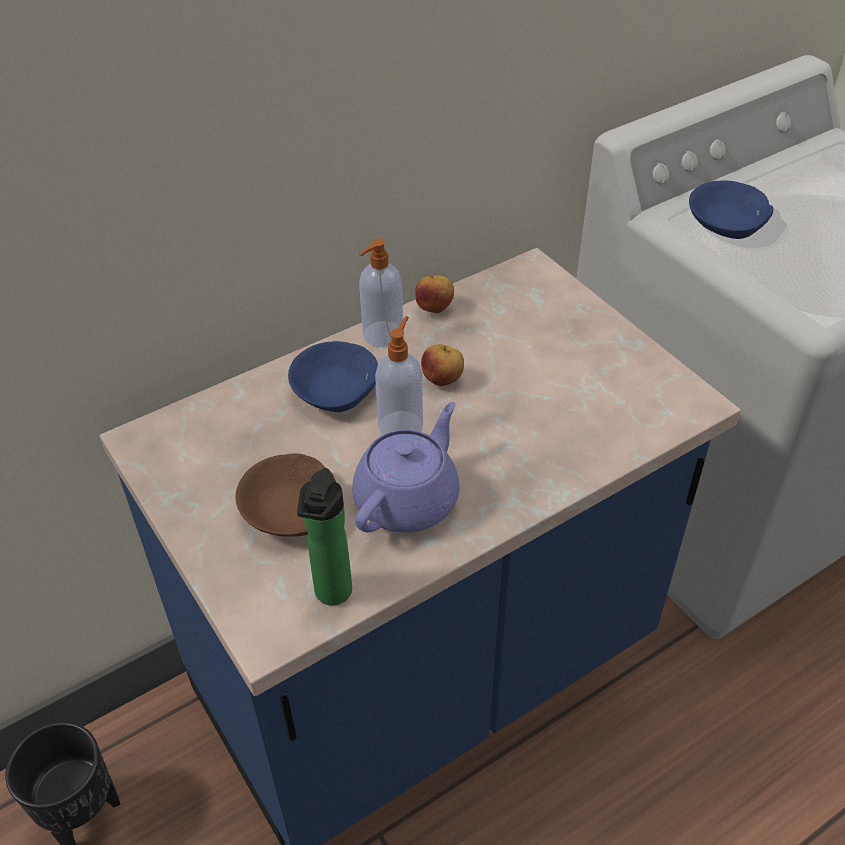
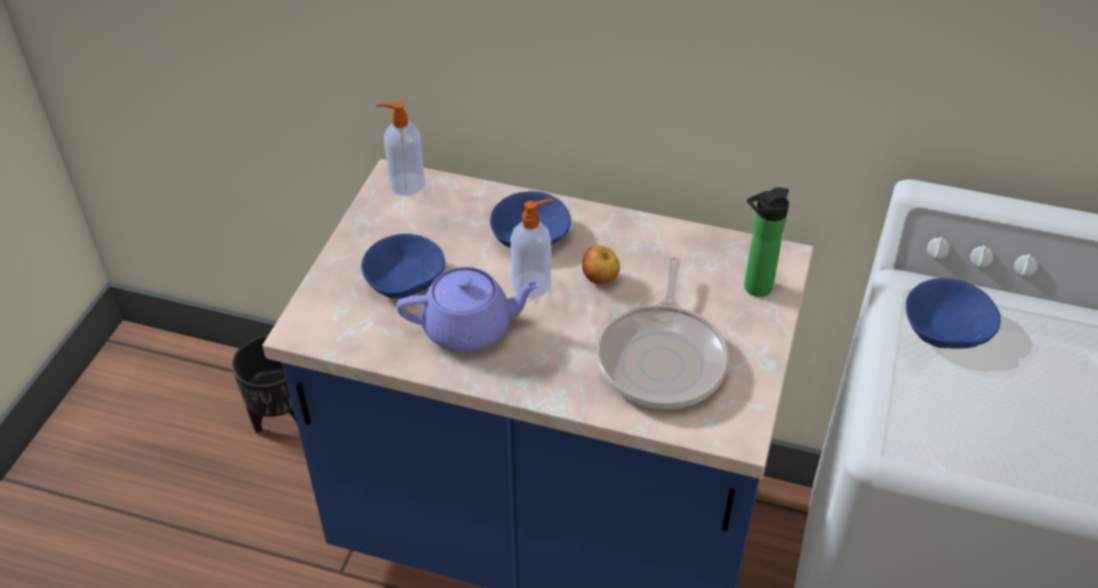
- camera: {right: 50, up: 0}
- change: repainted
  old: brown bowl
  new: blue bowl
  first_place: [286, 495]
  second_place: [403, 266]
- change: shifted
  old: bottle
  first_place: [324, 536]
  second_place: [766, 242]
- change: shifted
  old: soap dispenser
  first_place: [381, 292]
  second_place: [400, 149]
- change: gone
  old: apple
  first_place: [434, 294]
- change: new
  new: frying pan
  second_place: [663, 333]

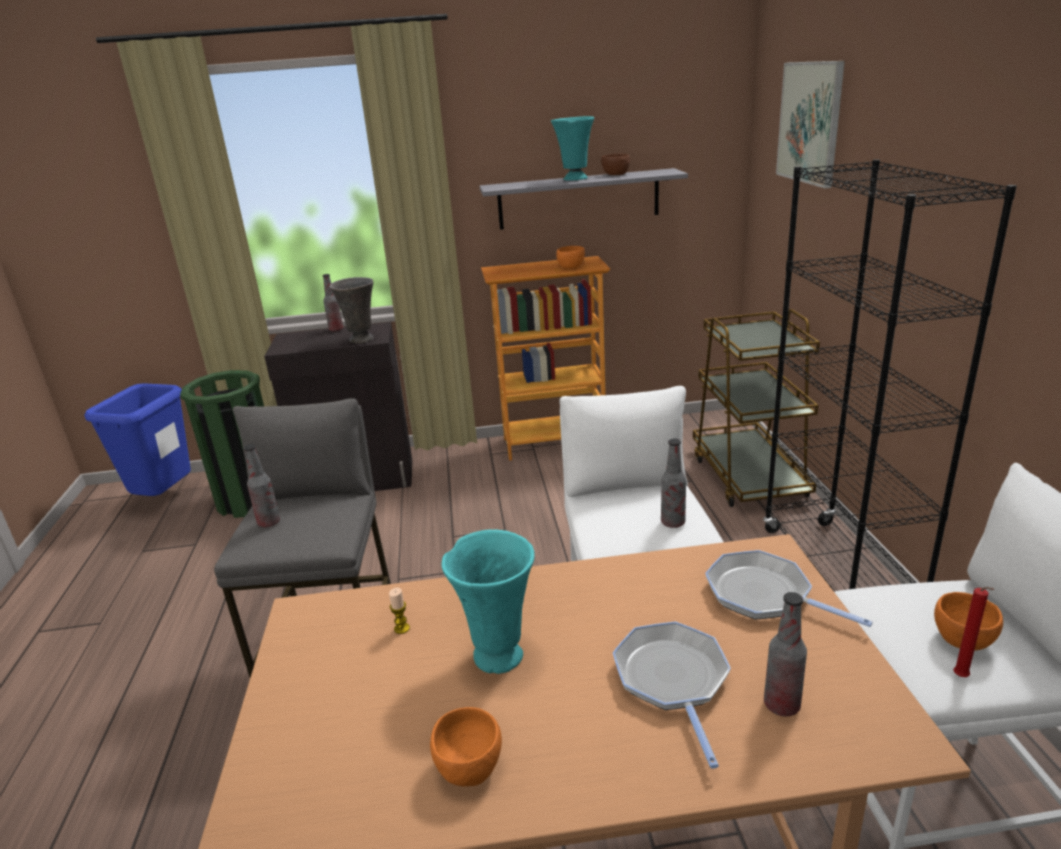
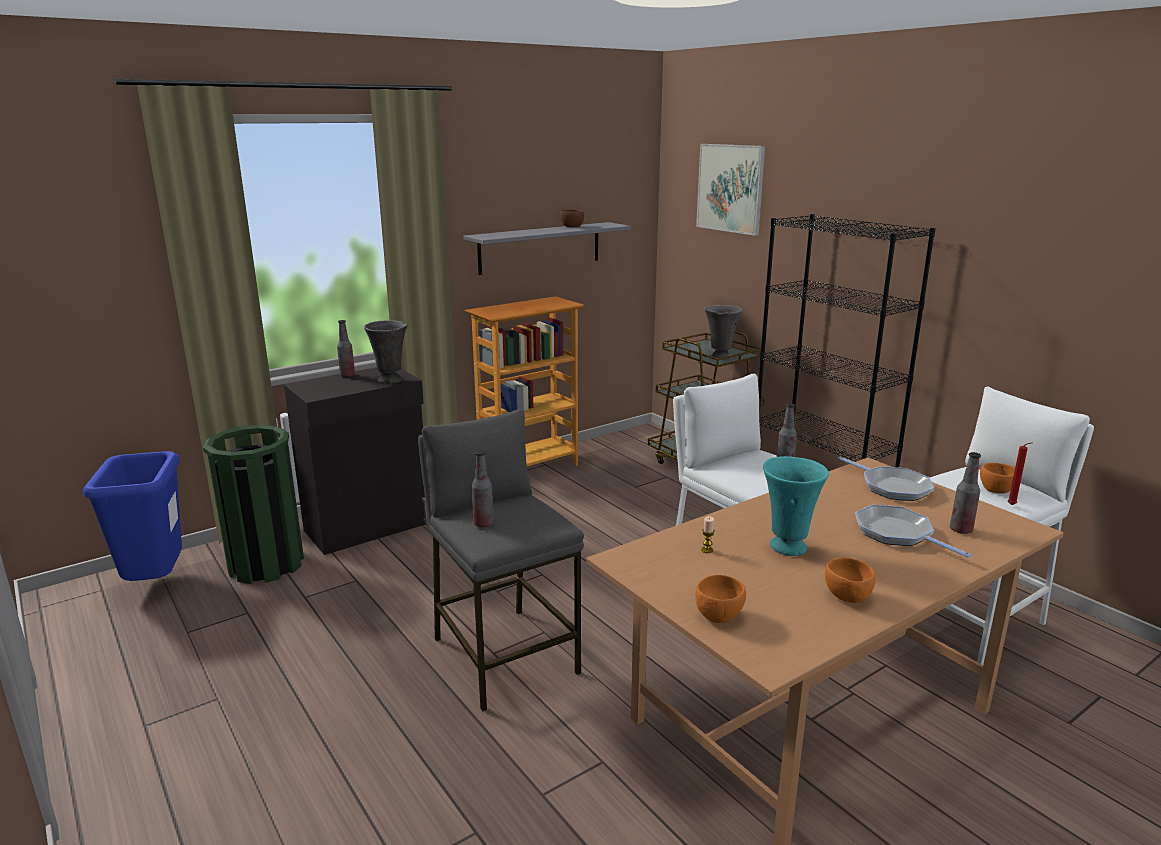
- camera: {right: -30, up: -5}
- change: gone
  old: turquoise vase
  first_place: [572, 148]
- change: shifted
  old: orange bowl
  first_place: [570, 257]
  second_place: [720, 599]
- change: rotated
  old: frying pan
  first_place: [789, 588]
  second_place: [886, 479]
  degrees: -135
- change: new
  new: grey vase
  second_place: [723, 332]

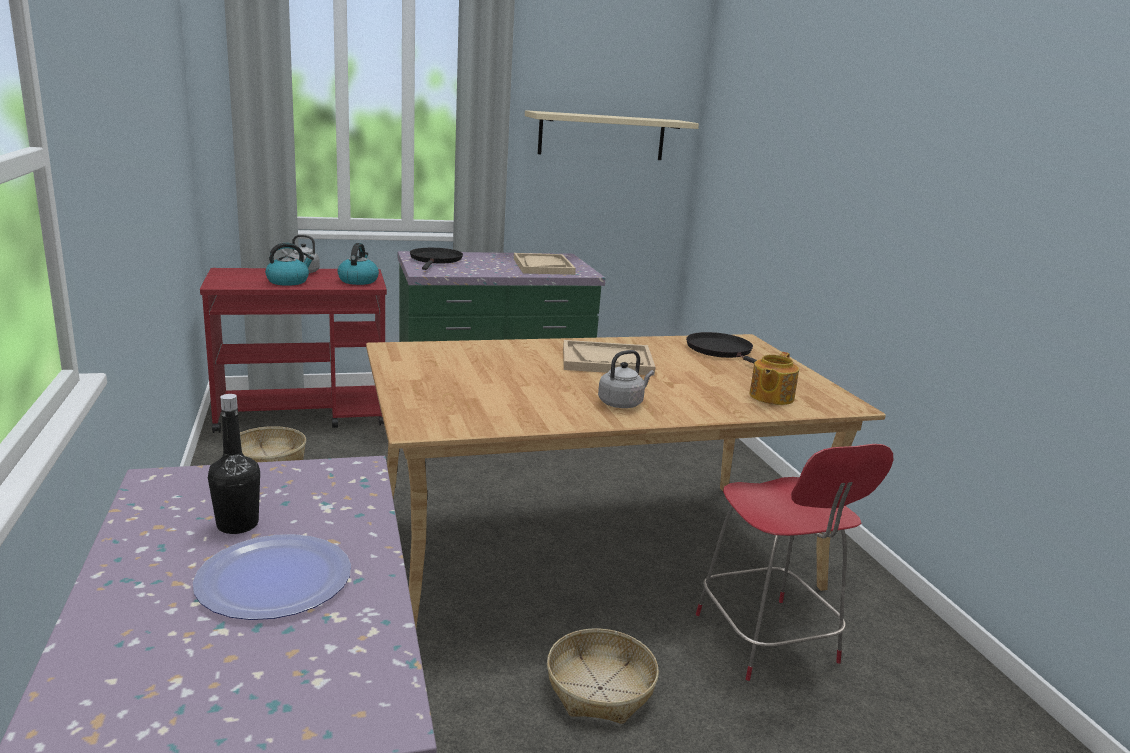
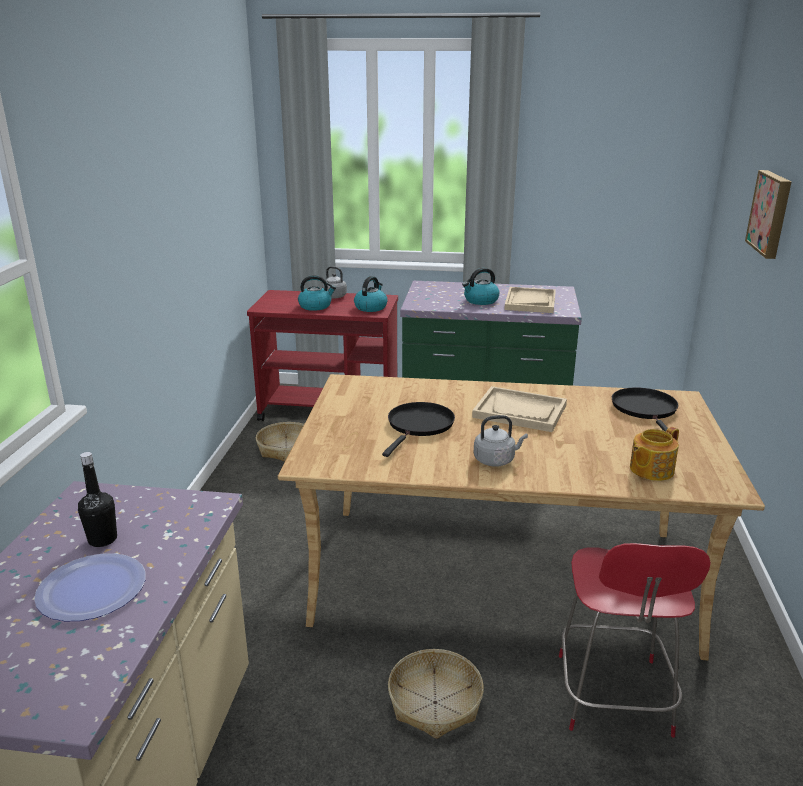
- camera: {right: 25, up: 5}
- change: shifted
  old: black frying pan
  first_place: [436, 259]
  second_place: [418, 429]
- change: gone
  old: beige shelf
  first_place: [612, 135]
- change: new
  new: kettle
  second_place: [481, 286]
- change: new
  new: picture
  second_place: [768, 214]

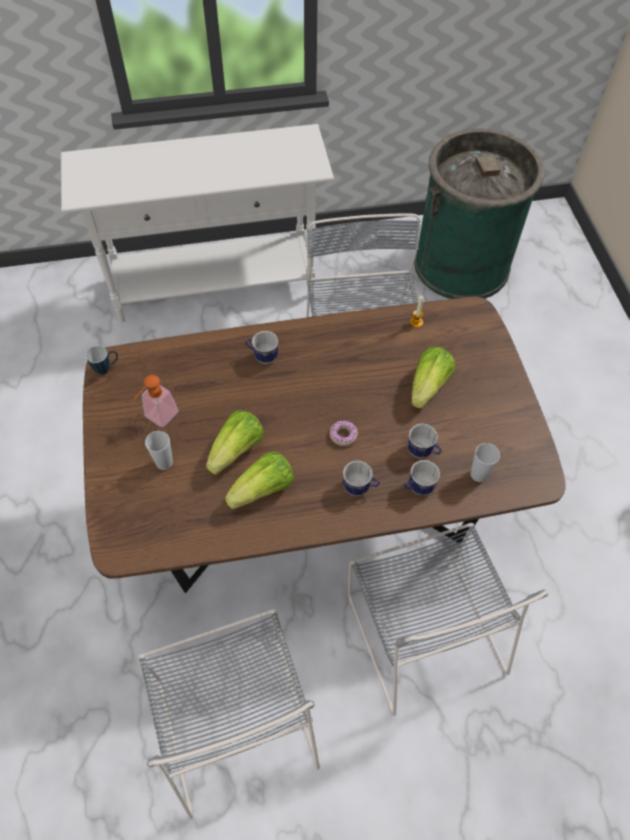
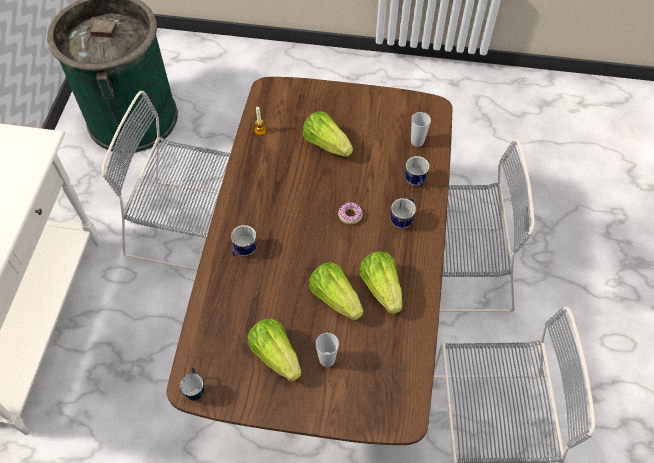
- camera: {right: -70, up: 0}
- change: swapped
  old: soap dispenser
  new: lettuce
  first_place: [156, 401]
  second_place: [274, 350]
- change: gone
  old: mug
  first_place: [425, 441]

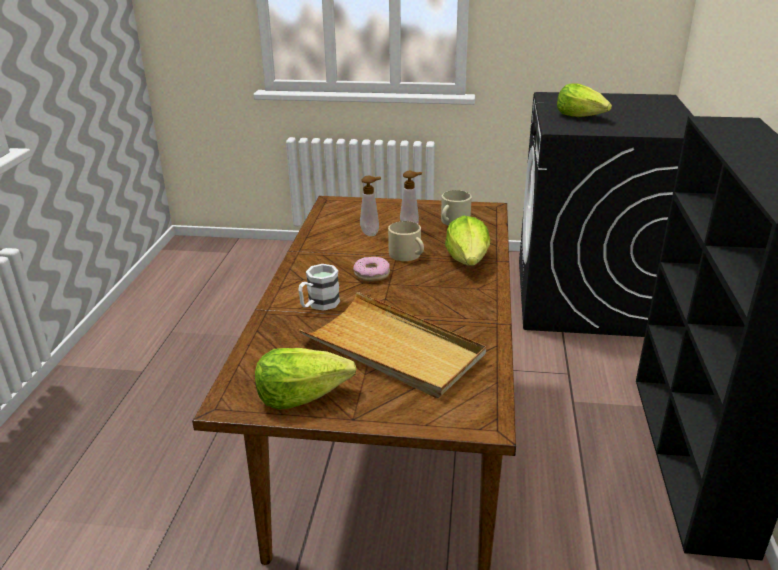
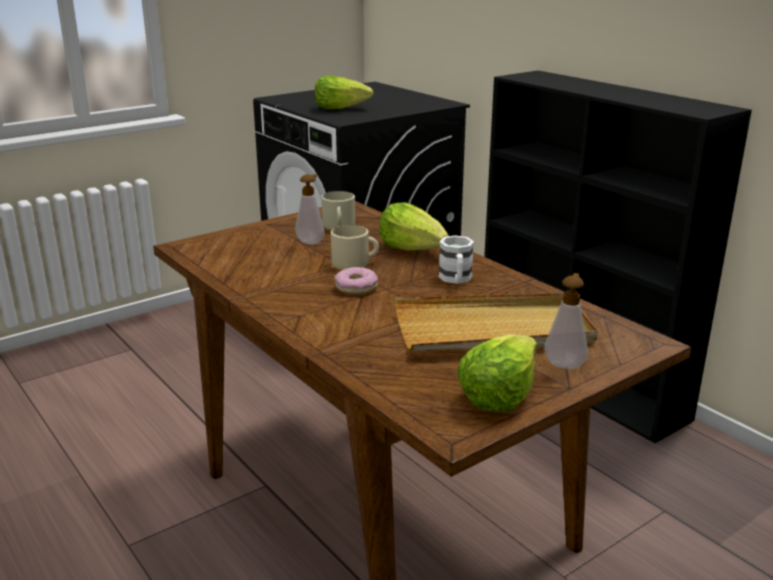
- camera: {right: -45, up: -5}
- change: shifted
  old: white mug
  first_place: [319, 287]
  second_place: [456, 259]
- change: shifted
  old: soap dispenser
  first_place: [370, 206]
  second_place: [566, 321]

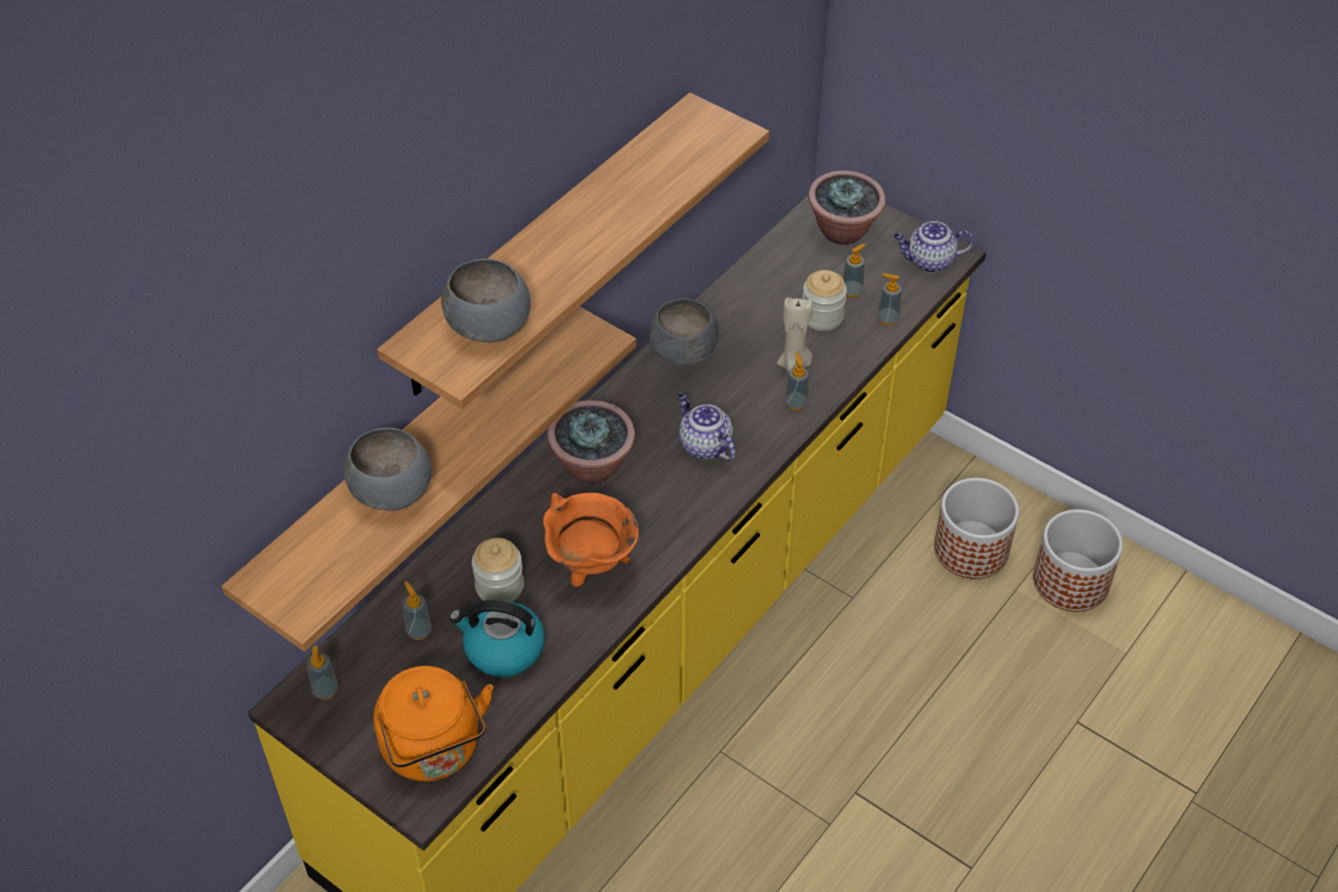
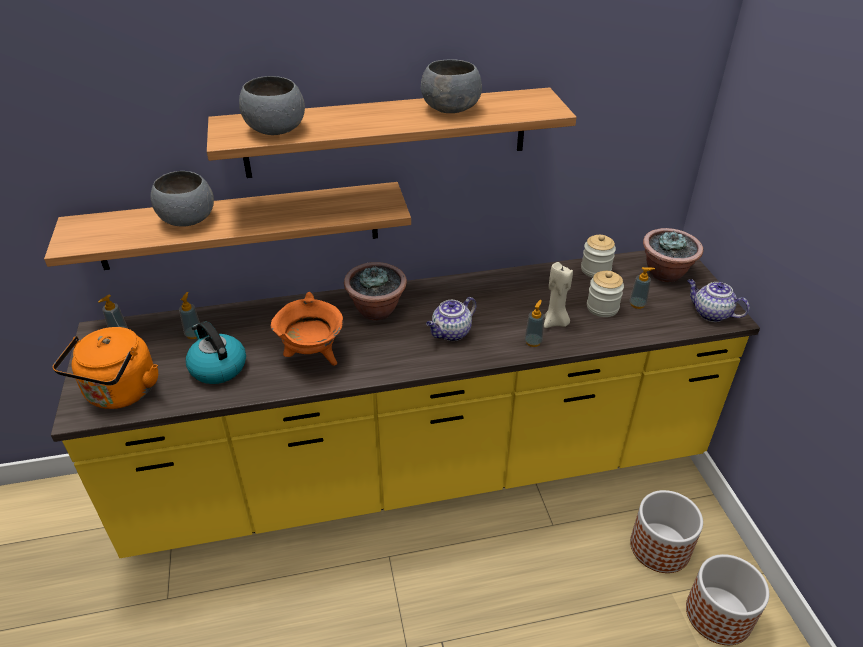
- camera: {right: 40, up: -10}
- change: shifted
  old: jar
  first_place: [498, 570]
  second_place: [598, 256]
- change: shifted
  old: grey bowl
  first_place: [684, 332]
  second_place: [451, 86]
- change: rotated
  old: teapot
  first_place: [707, 427]
  second_place: [451, 319]
  degrees: -135
- change: gone
  old: soap dispenser
  first_place: [889, 299]

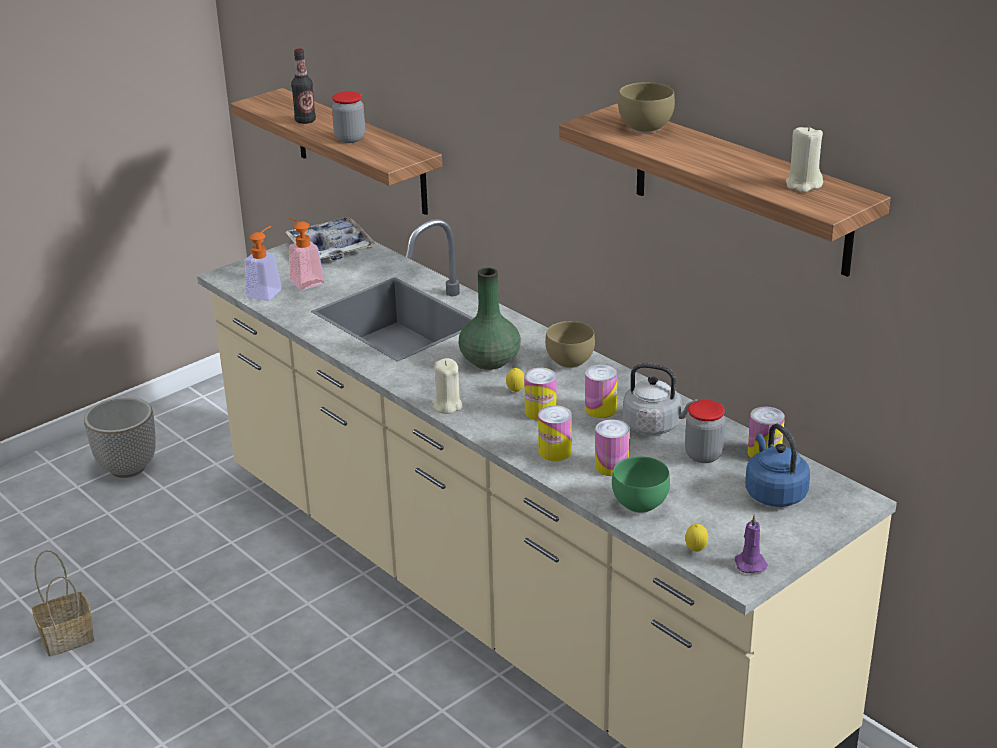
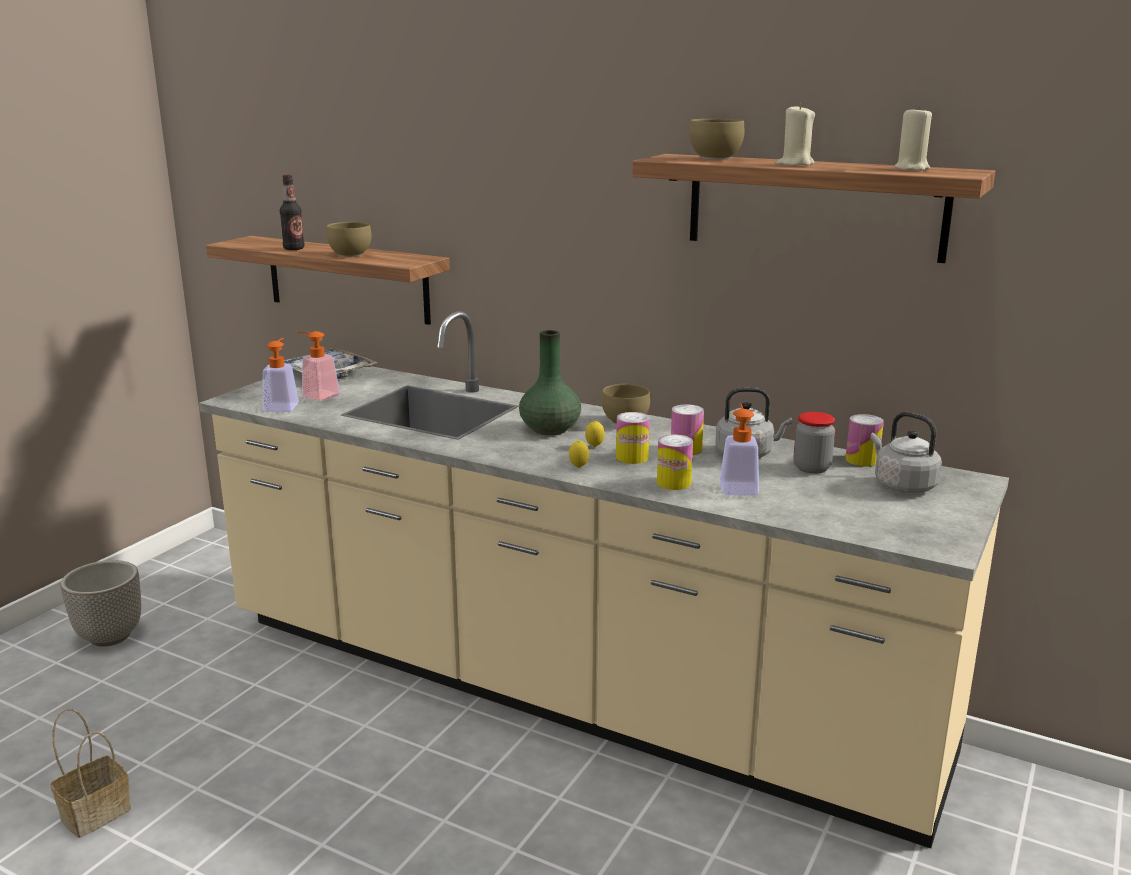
- camera: {right: -20, up: -10}
- change: swapped
  old: jar
  new: brown bowl
  first_place: [348, 117]
  second_place: [349, 239]
- change: shifted
  old: beige candle
  first_place: [447, 386]
  second_place: [795, 135]
- change: swapped
  old: can
  new: soap dispenser
  first_place: [612, 447]
  second_place: [739, 449]
- change: gone
  old: green bowl
  first_place: [641, 484]
- change: shifted
  old: lemon
  first_place: [696, 538]
  second_place: [579, 454]
- change: gone
  old: purple candle
  first_place: [751, 544]
- change: repainted
  old: blue kettle
  new: grey kettle
  first_place: [777, 465]
  second_place: [906, 452]

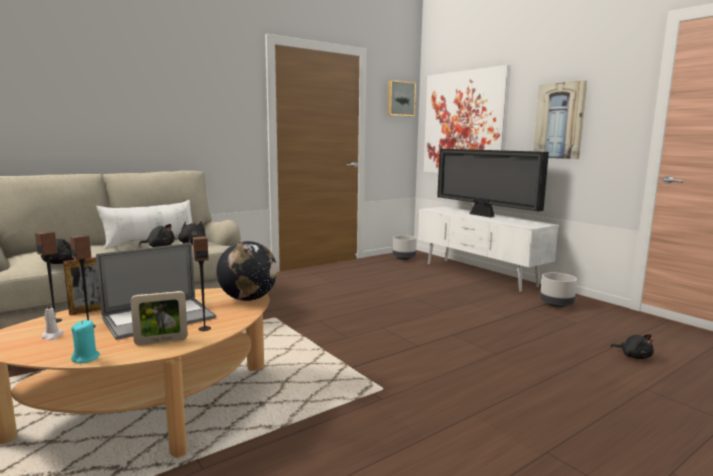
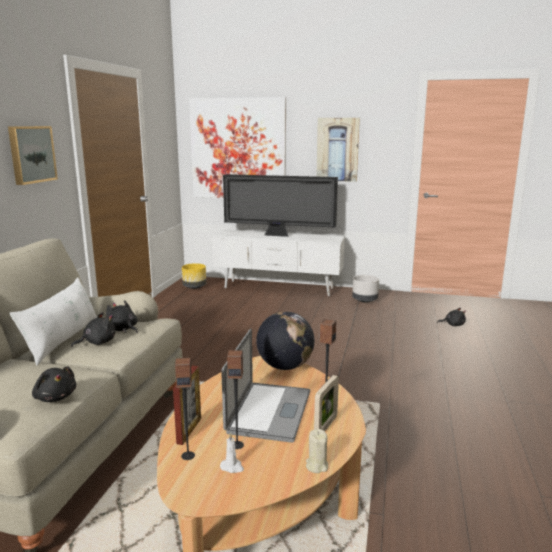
- camera: {right: -40, up: 5}
- change: repainted
  old: turquoise candle
  new: beige candle
  first_place: [85, 342]
  second_place: [317, 451]
- change: shifted
  old: picture
  first_place: [402, 98]
  second_place: [33, 155]
- change: repainted
  old: grey planter
  new: yellow planter
  first_place: [405, 247]
  second_place: [194, 276]

